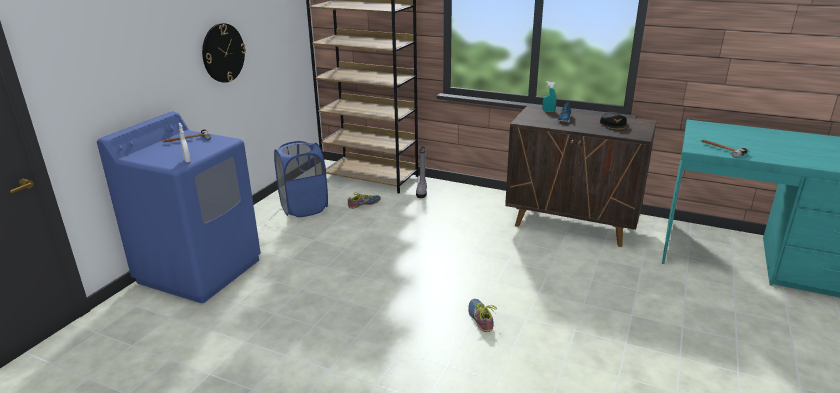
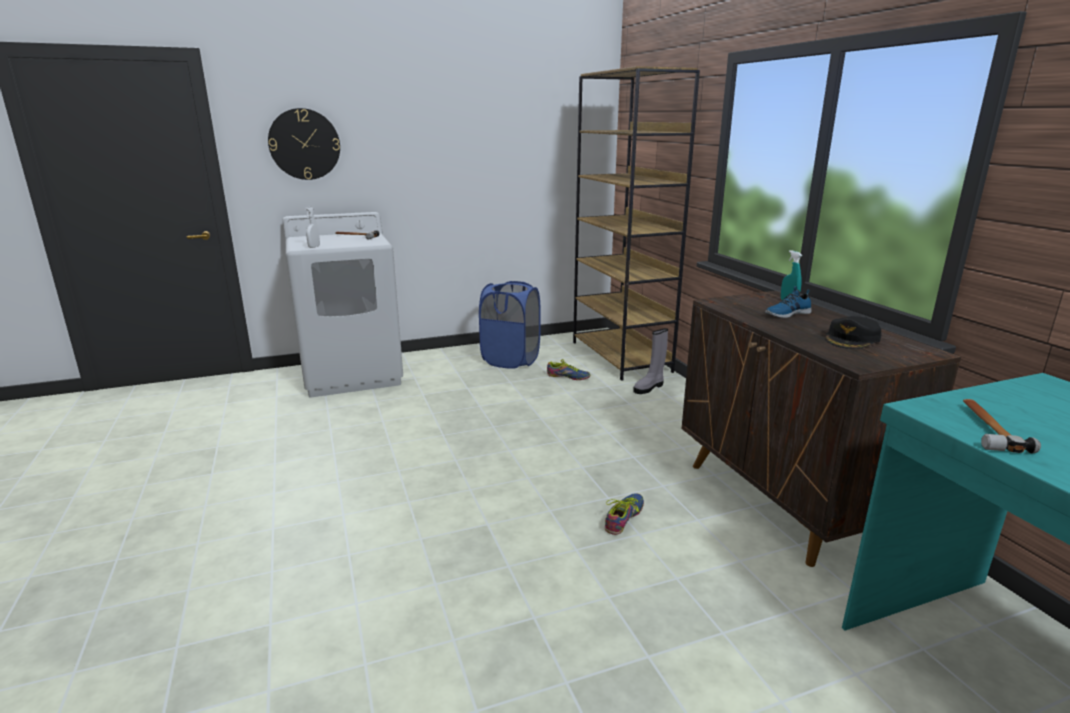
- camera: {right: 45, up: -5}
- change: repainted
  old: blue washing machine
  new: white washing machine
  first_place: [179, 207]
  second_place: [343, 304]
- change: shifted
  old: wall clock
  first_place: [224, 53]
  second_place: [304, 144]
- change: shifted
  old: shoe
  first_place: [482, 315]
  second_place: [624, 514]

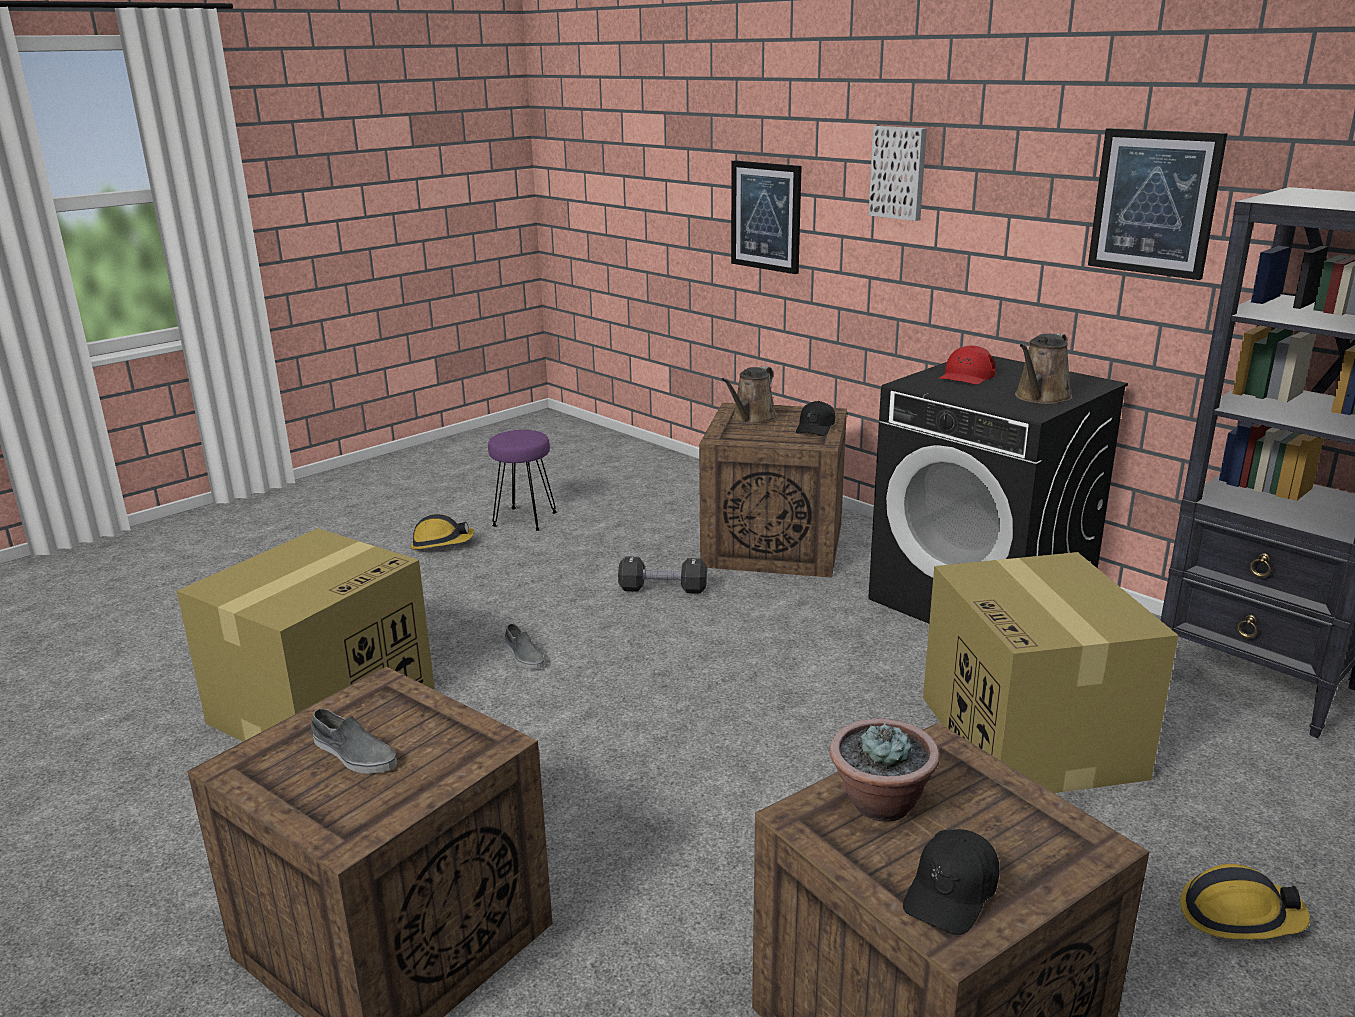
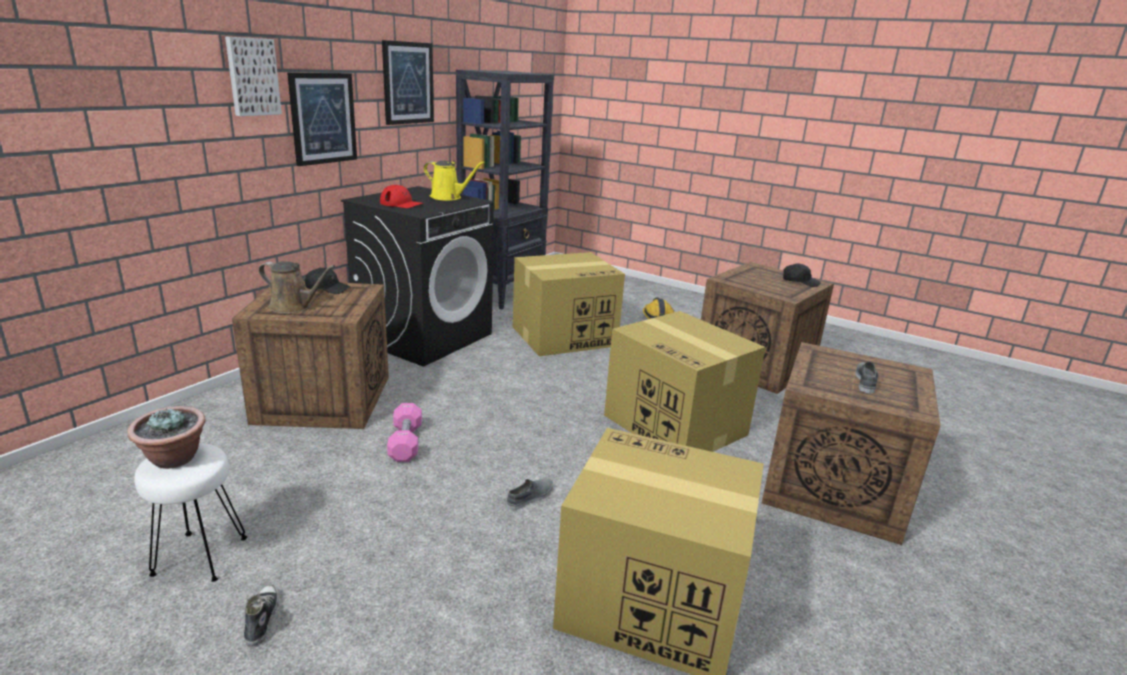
- camera: {right: -105, up: 0}
- change: swapped
  old: hard hat
  new: shoe
  first_place: [443, 531]
  second_place: [261, 615]
- change: repainted
  old: purple stool
  new: white stool
  first_place: [522, 480]
  second_place: [190, 512]
- change: repainted
  old: black dumbbell
  new: pink dumbbell
  first_place: [662, 575]
  second_place: [404, 432]
- change: shifted
  old: picture
  first_place: [766, 217]
  second_place: [322, 119]
- change: shifted
  old: potted plant
  first_place: [885, 770]
  second_place: [166, 437]
- change: repainted
  old: brown watering can
  new: yellow watering can
  first_place: [1043, 368]
  second_place: [454, 181]
- change: new
  new: cardboard box
  second_place: [684, 381]

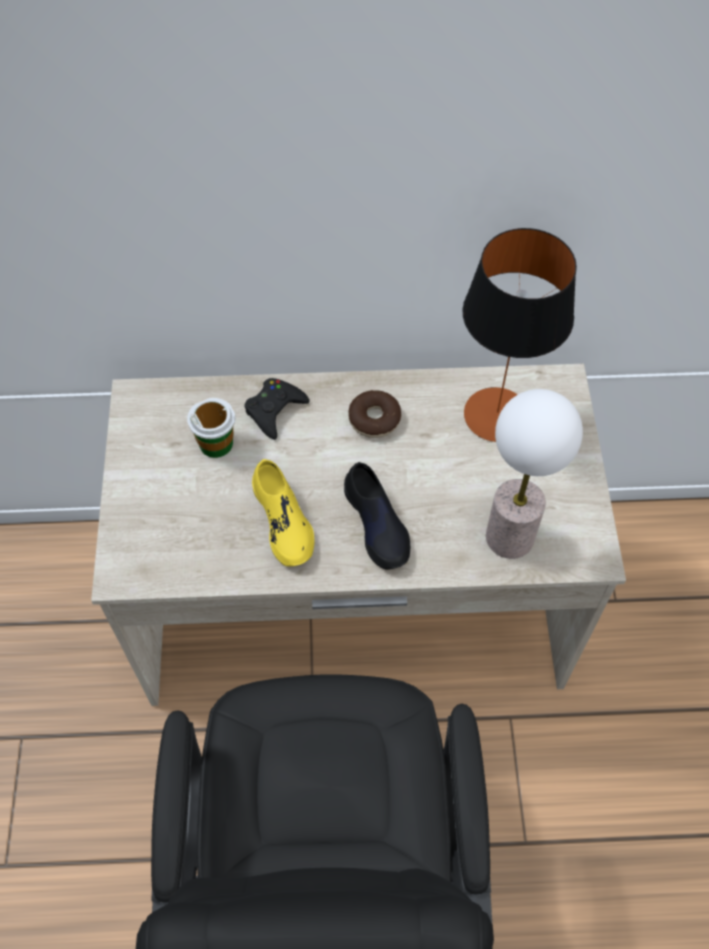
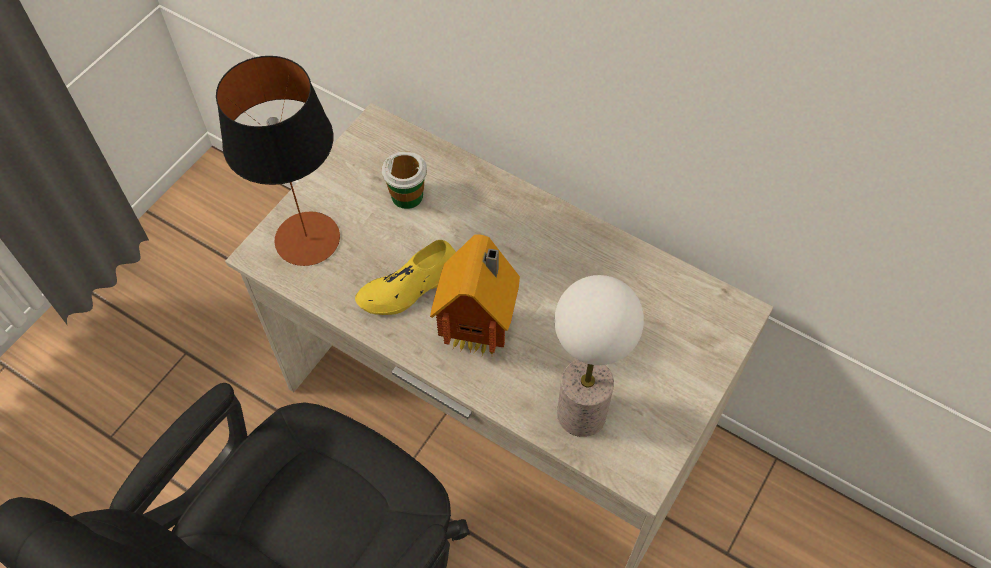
- camera: {right: 35, up: 0}
- change: gone
  old: black game controller
  first_place: [277, 409]
- change: rotated
  old: yellow shoe
  first_place: [283, 513]
  second_place: [405, 277]
  degrees: 45
- change: swapped
  old: black shoe
  new: toy house
  first_place: [377, 515]
  second_place: [475, 295]
- change: gone
  old: donut
  first_place: [374, 414]
- change: shifted
  old: table lamp
  first_place: [519, 335]
  second_place: [278, 161]

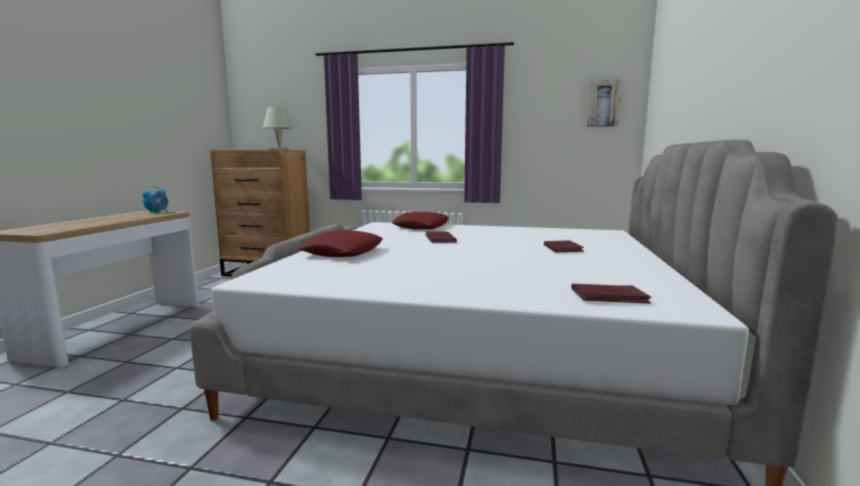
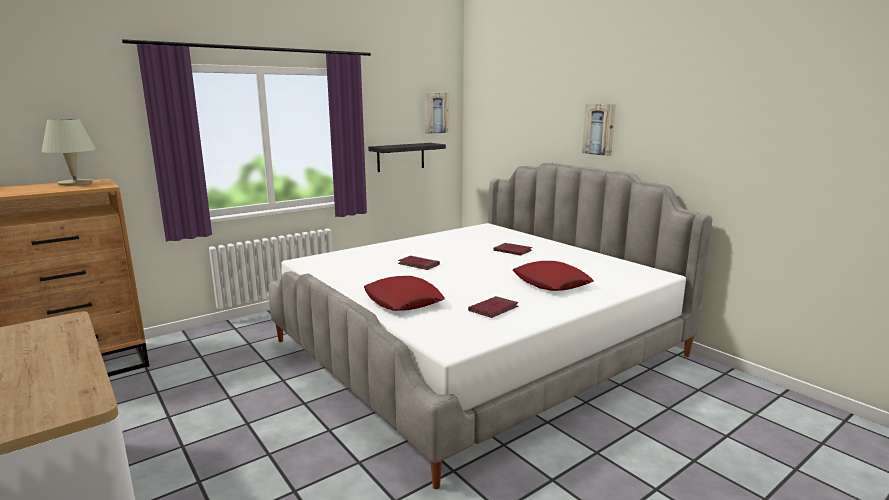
- camera: {right: -50, up: 5}
- change: gone
  old: alarm clock
  first_place: [155, 200]
- change: shifted
  old: red pillow
  first_place: [420, 220]
  second_place: [553, 276]
- change: shifted
  old: red book
  first_place: [611, 293]
  second_place: [493, 307]
- change: new
  new: black shelf
  second_place: [407, 157]
- change: new
  new: picture
  second_place: [599, 130]

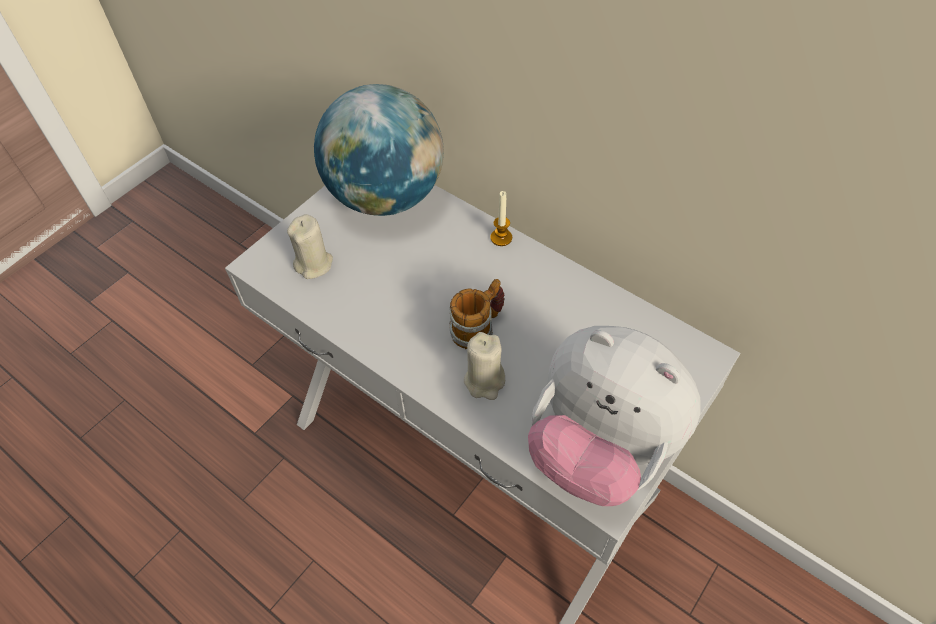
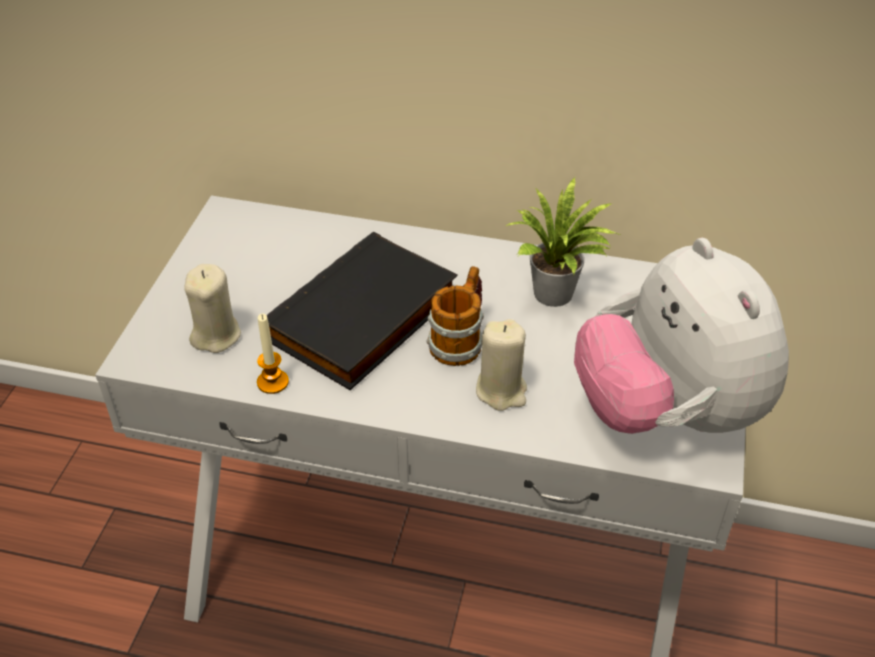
- camera: {right: -25, up: -10}
- change: gone
  old: globe
  first_place: [379, 150]
- change: shifted
  old: candle
  first_place: [501, 218]
  second_place: [273, 354]
- change: rotated
  old: plush toy
  first_place: [614, 416]
  second_place: [681, 336]
  degrees: 60
- change: new
  new: black book
  second_place: [362, 310]
- change: new
  new: potted plant
  second_place: [563, 242]

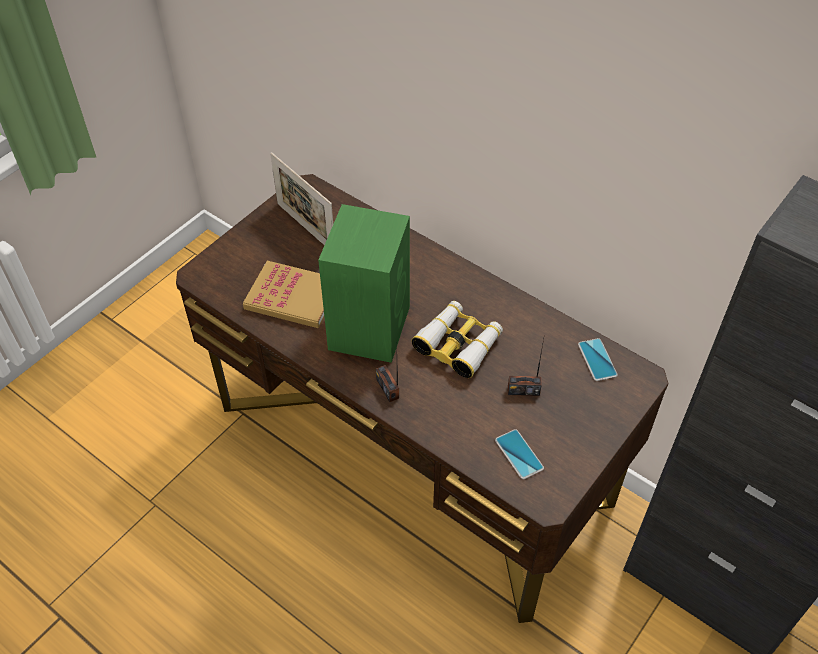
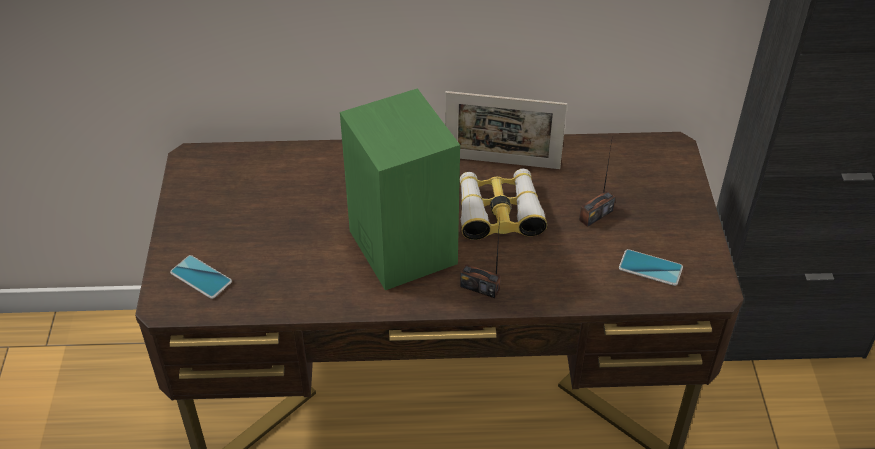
- camera: {right: -40, up: -5}
- change: gone
  old: book
  first_place: [283, 294]
- change: shifted
  old: picture frame
  first_place: [301, 198]
  second_place: [506, 130]
- change: shifted
  old: phone
  first_place: [598, 359]
  second_place: [201, 277]

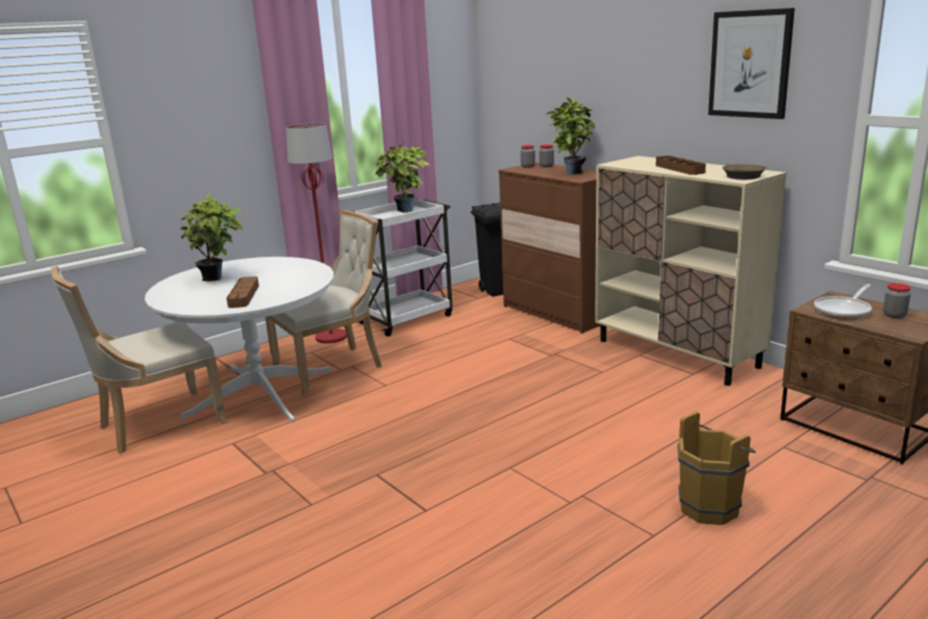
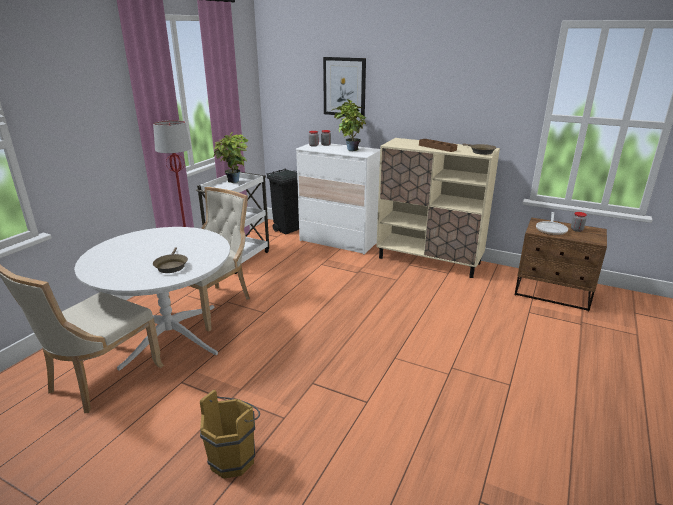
- camera: {right: -25, up: 5}
- change: gone
  old: potted plant
  first_place: [211, 237]
- change: swapped
  old: brown tray
  new: brown frying pan
  first_place: [243, 292]
  second_place: [170, 260]
- change: repainted
  old: brown dresser
  new: white dresser
  first_place: [549, 248]
  second_place: [338, 198]
- change: shifted
  old: brown bucket
  first_place: [716, 468]
  second_place: [230, 434]
- change: shifted
  old: picture
  first_place: [751, 63]
  second_place: [344, 86]

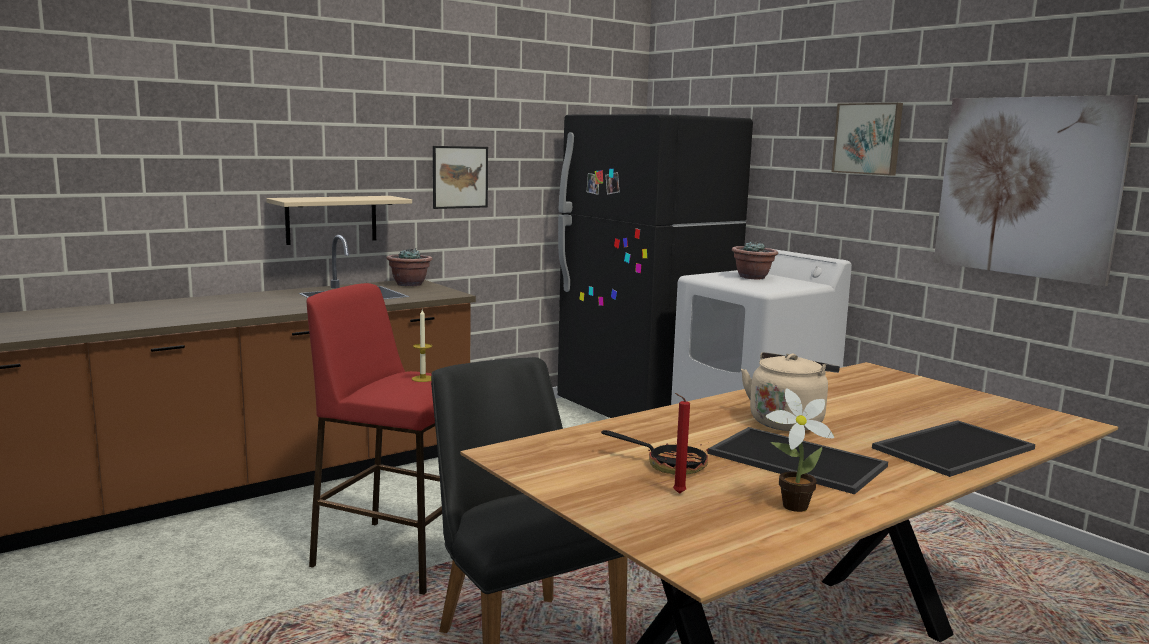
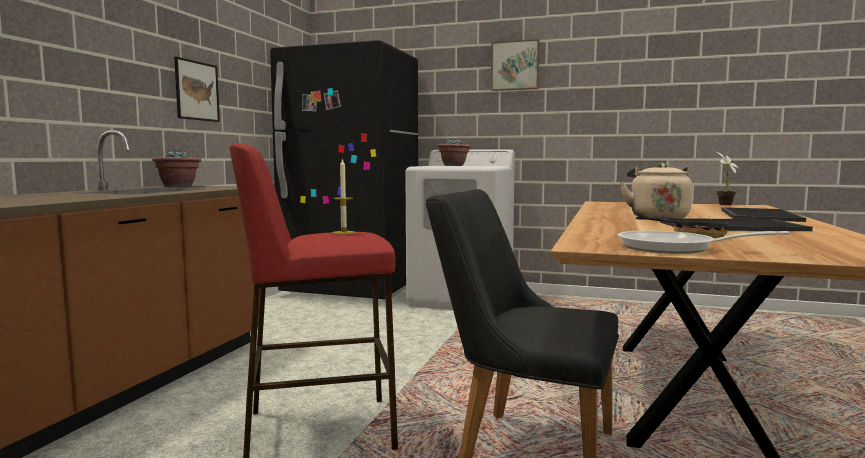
- camera: {right: -35, up: -5}
- change: gone
  old: beige shelf
  first_place: [339, 220]
- change: gone
  old: red candle
  first_place: [681, 443]
- change: shifted
  old: potted plant
  first_place: [800, 450]
  second_place: [728, 178]
- change: gone
  old: picture
  first_place: [1036, 191]
- change: new
  new: frying pan
  second_place: [703, 242]

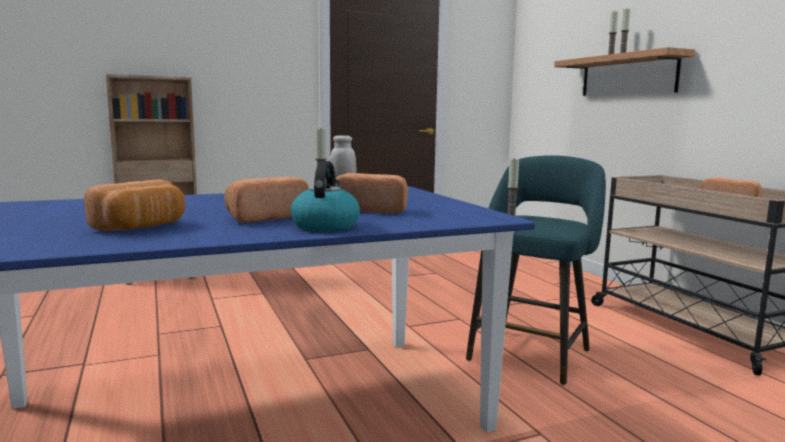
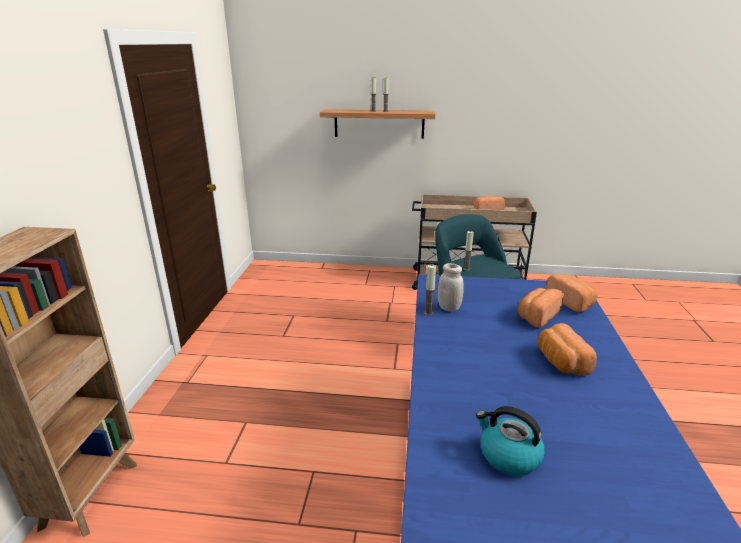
- camera: {right: -60, up: 15}
- change: shifted
  old: bread
  first_place: [134, 205]
  second_place: [572, 293]
- change: shifted
  old: kettle
  first_place: [325, 196]
  second_place: [510, 441]

